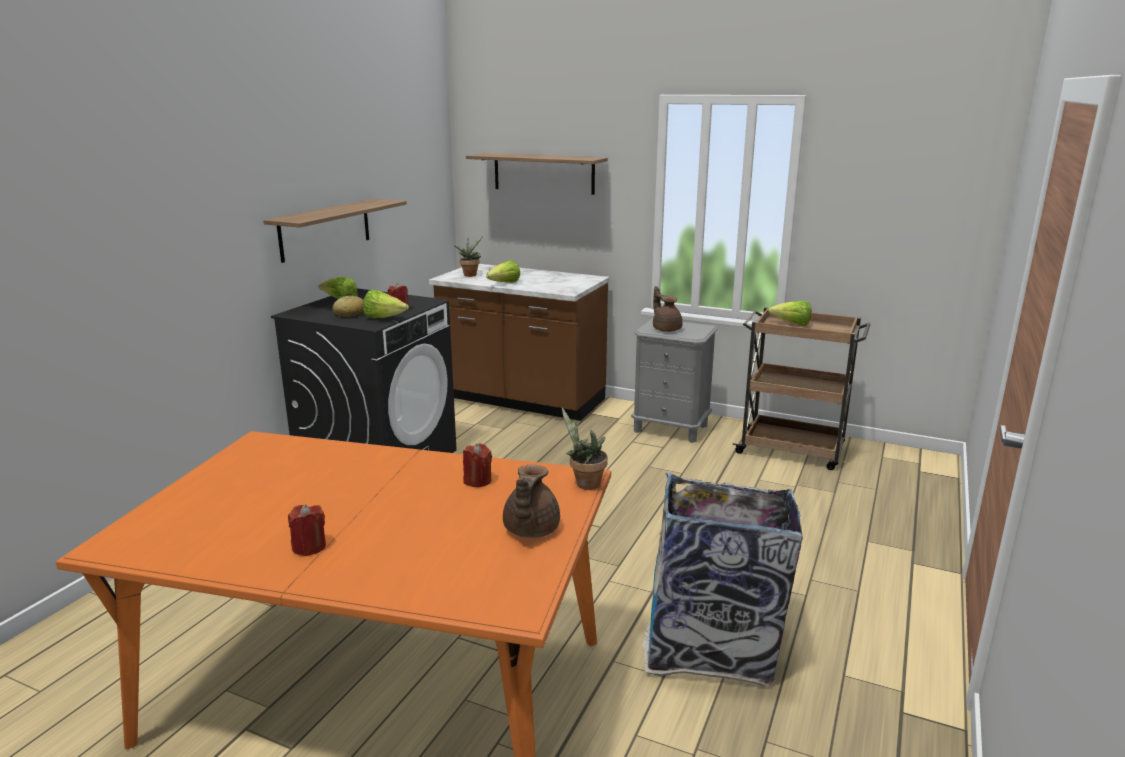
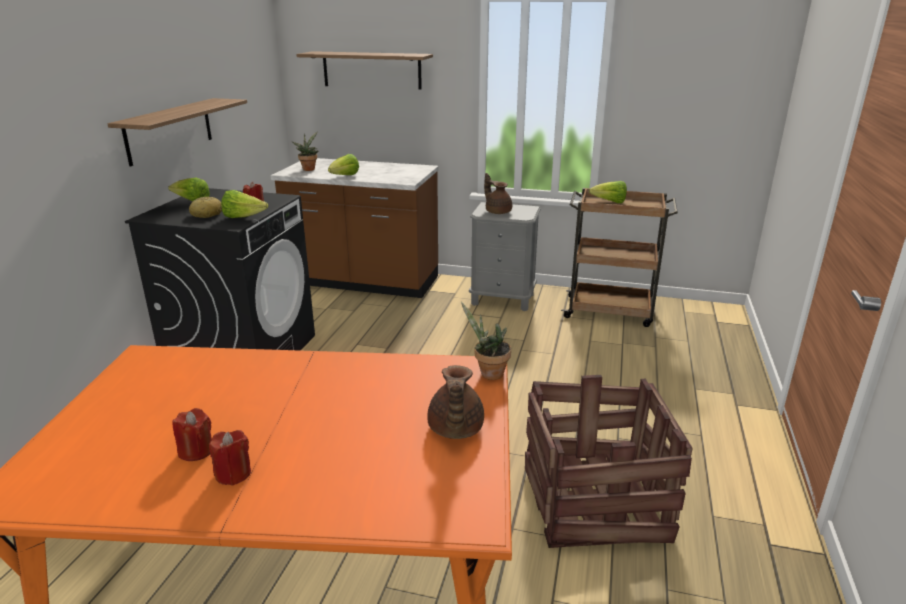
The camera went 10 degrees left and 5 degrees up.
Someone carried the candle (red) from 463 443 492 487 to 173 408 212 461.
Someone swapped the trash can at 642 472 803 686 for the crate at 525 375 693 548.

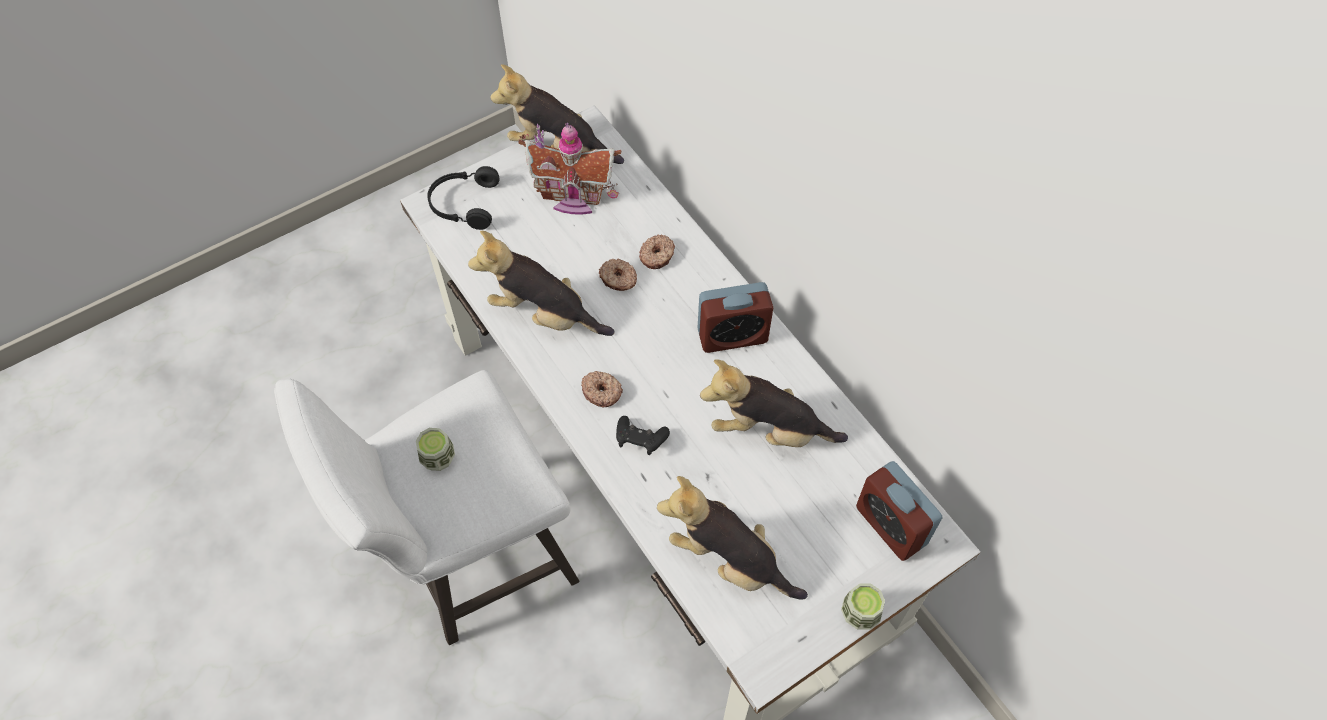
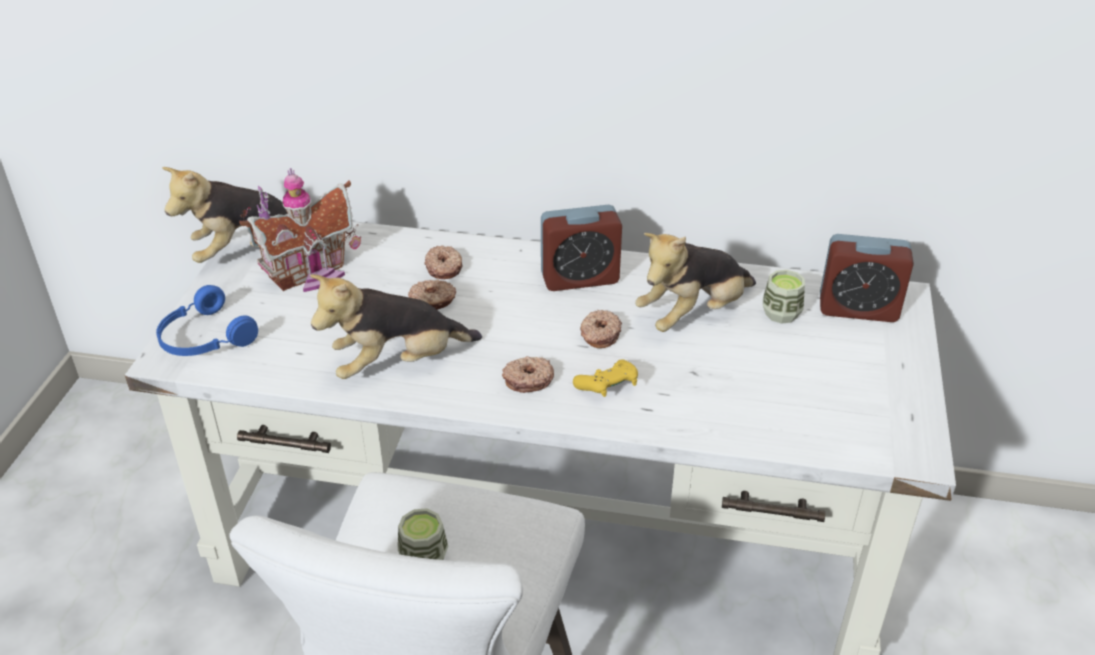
The camera went 45 degrees left and 20 degrees down.
Someone took away the plush toy at 657 476 808 600.
Someone put down the donut at 580 310 622 348.
Someone carried the cup from 841 583 885 630 to 763 270 805 324.
Someone repainted the headphones (black) at 427 166 500 230, which became the headphones (blue) at 156 285 258 356.
Someone repainted the game controller (black) at 616 416 670 455, which became the game controller (yellow) at 573 359 638 397.
Someone rotated the alarm clock at 697 282 773 353 by 45 degrees clockwise.

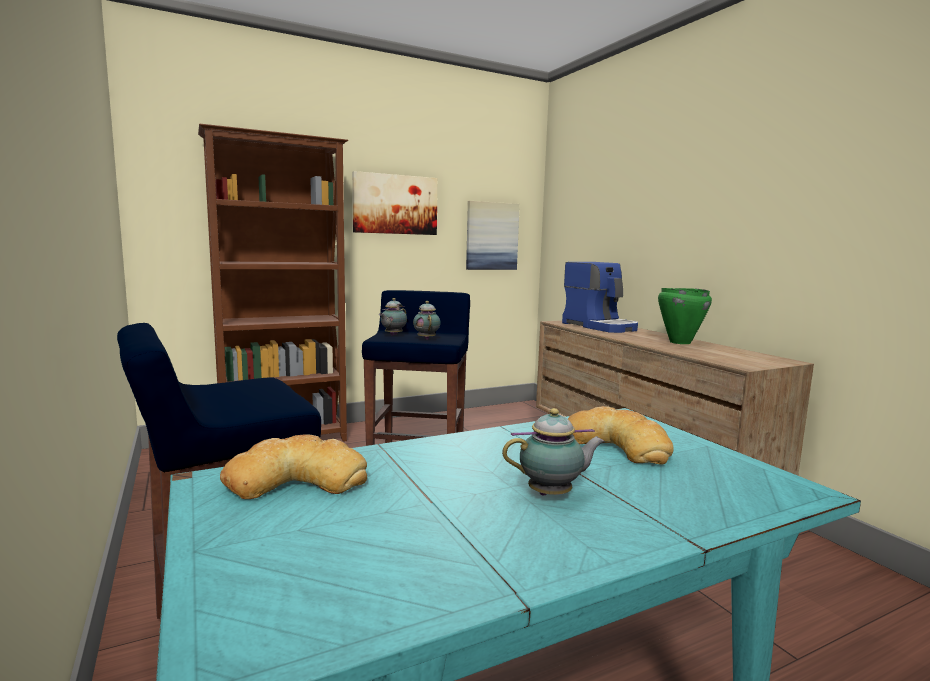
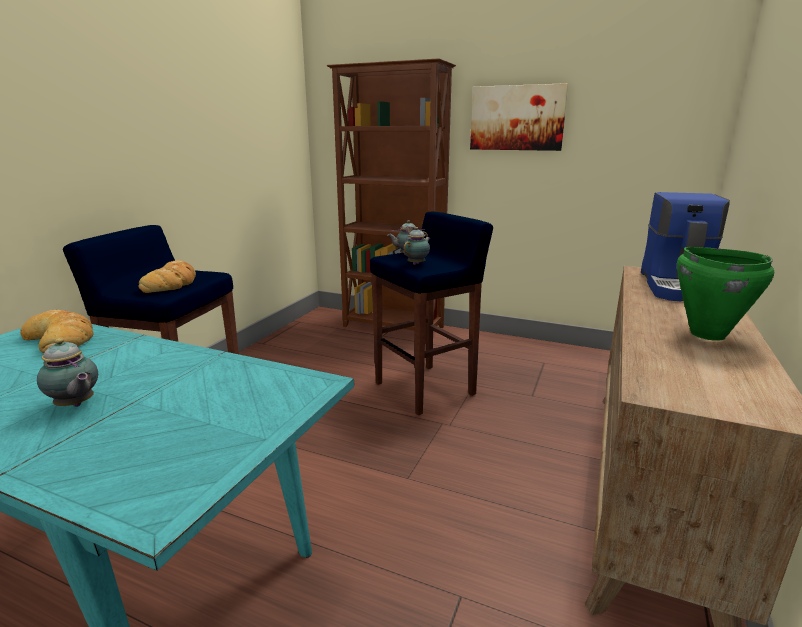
The camera went 50 degrees right and 10 degrees up.
Someone took away the picture at 466 201 520 270.
Someone carried the bread from 568 406 674 465 to 138 260 196 293.

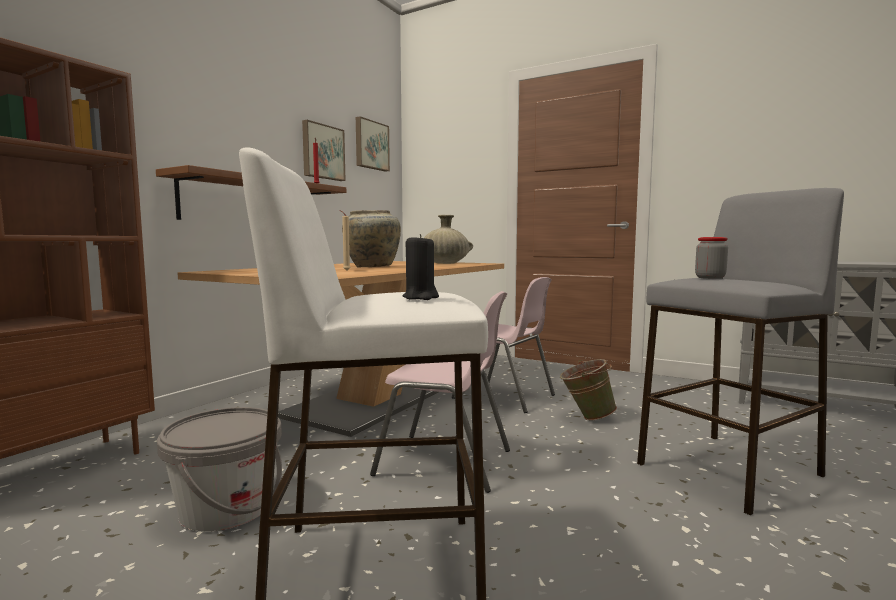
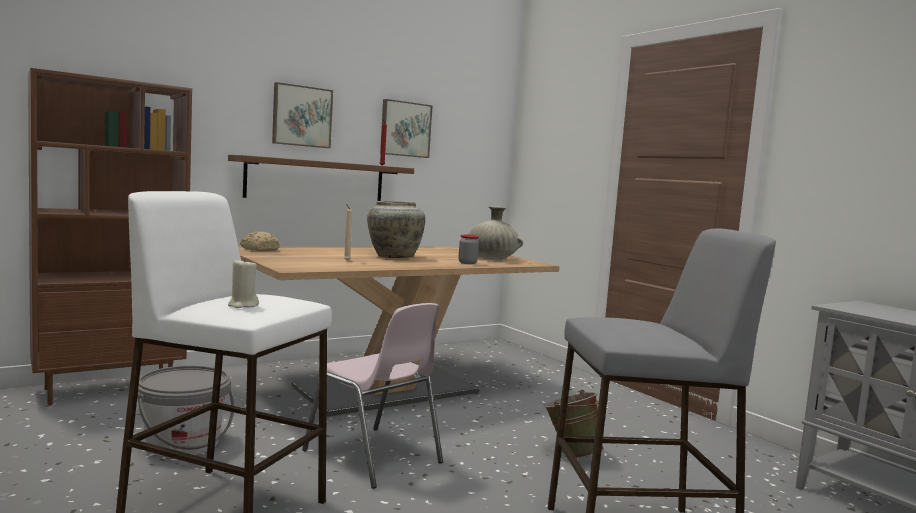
The camera went 25 degrees right and 0 degrees up.
Someone took away the chair (pink) at 452 277 555 413.
Someone put down the bread at 240 231 280 251.
Someone carried the picture from 356 116 390 172 to 272 82 333 148.
Someone carried the jar from 695 237 728 279 to 458 235 479 264.
Someone repainted the candle (black) at 402 234 439 300, which became the candle (beige) at 228 258 259 308.

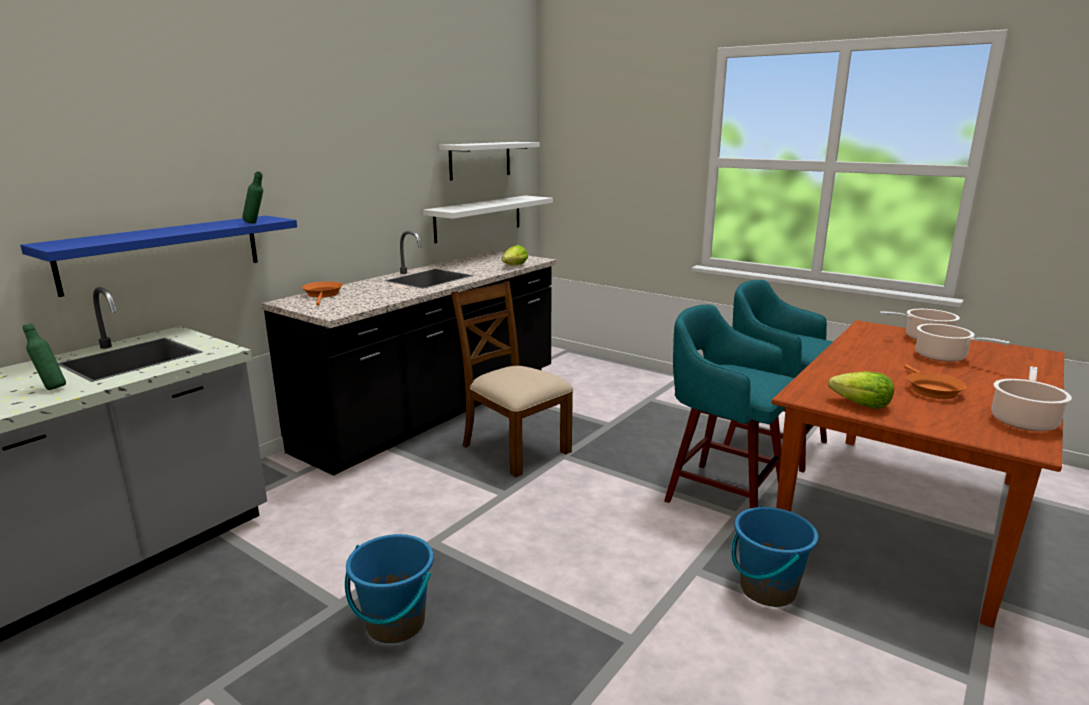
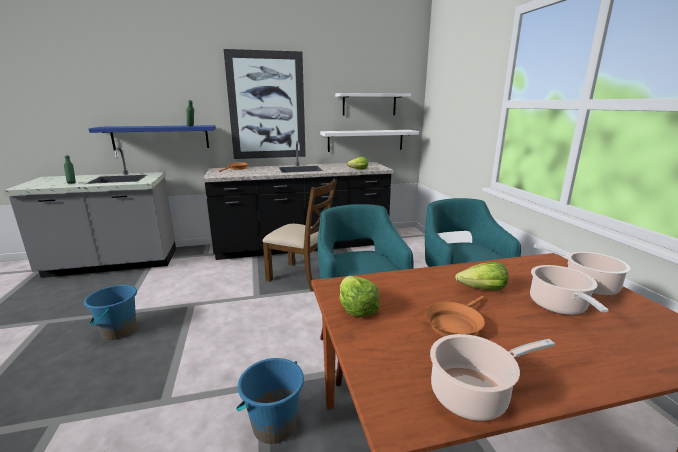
The camera went 40 degrees right and 0 degrees up.
Someone put up the picture at 224 49 306 159.
Someone put down the lettuce at 455 262 509 290.
Someone rotated the chair (brown) at 451 281 573 477 by 120 degrees clockwise.

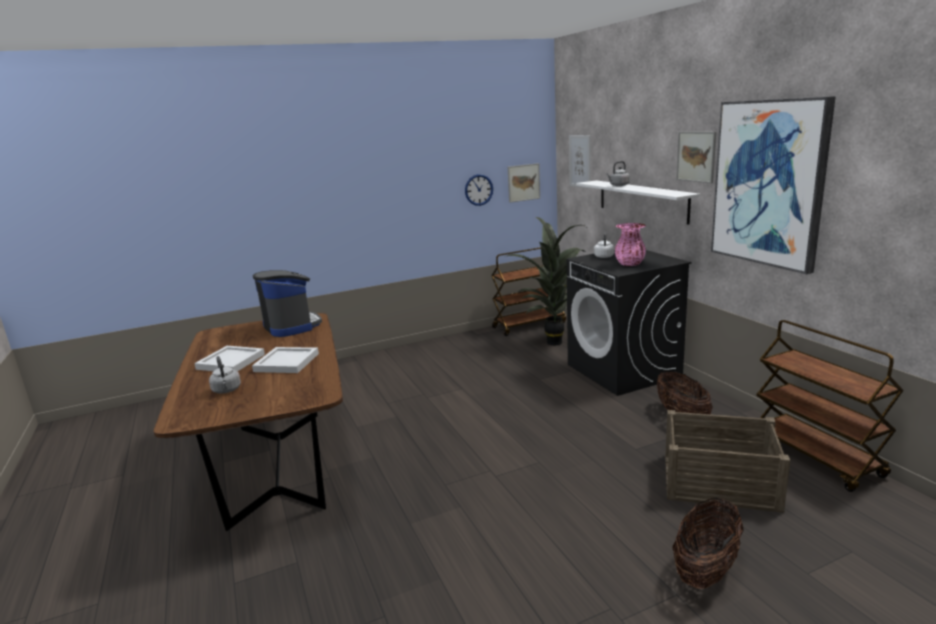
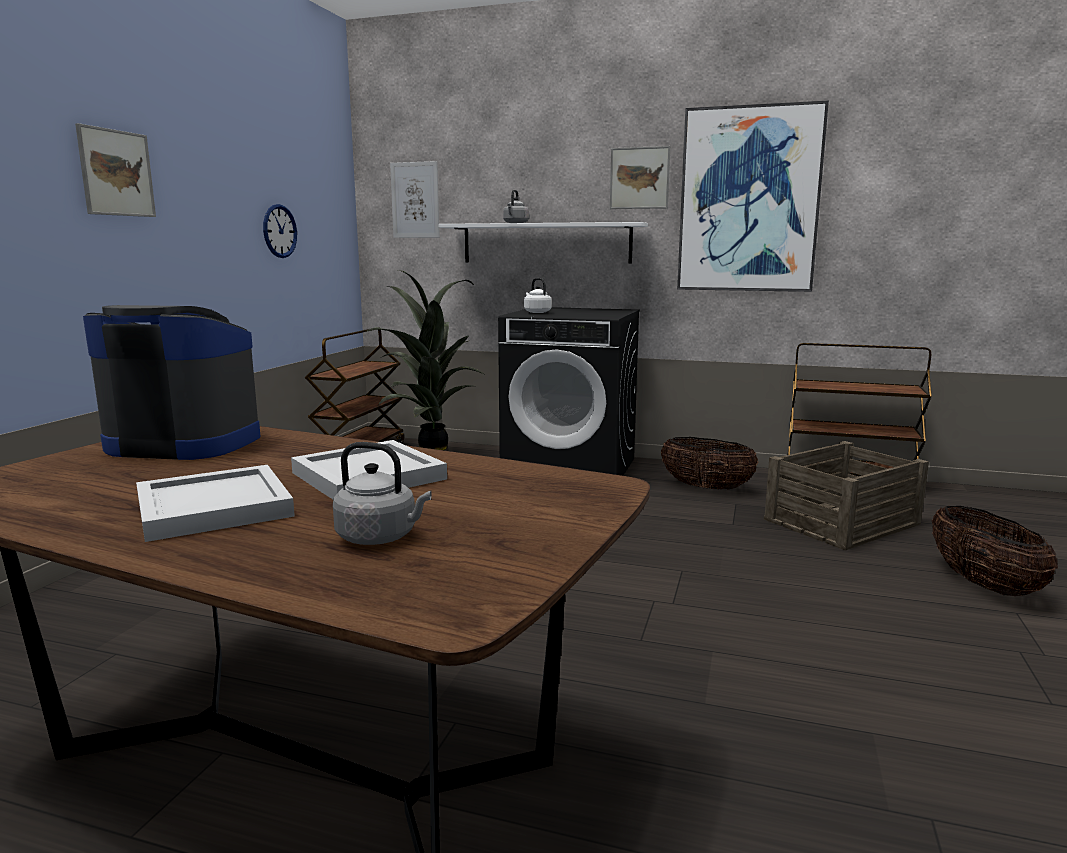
The camera went 50 degrees left and 5 degrees down.
Someone took away the vase (pink) at 615 223 646 266.
Someone carried the picture from 508 163 540 203 to 75 123 156 217.

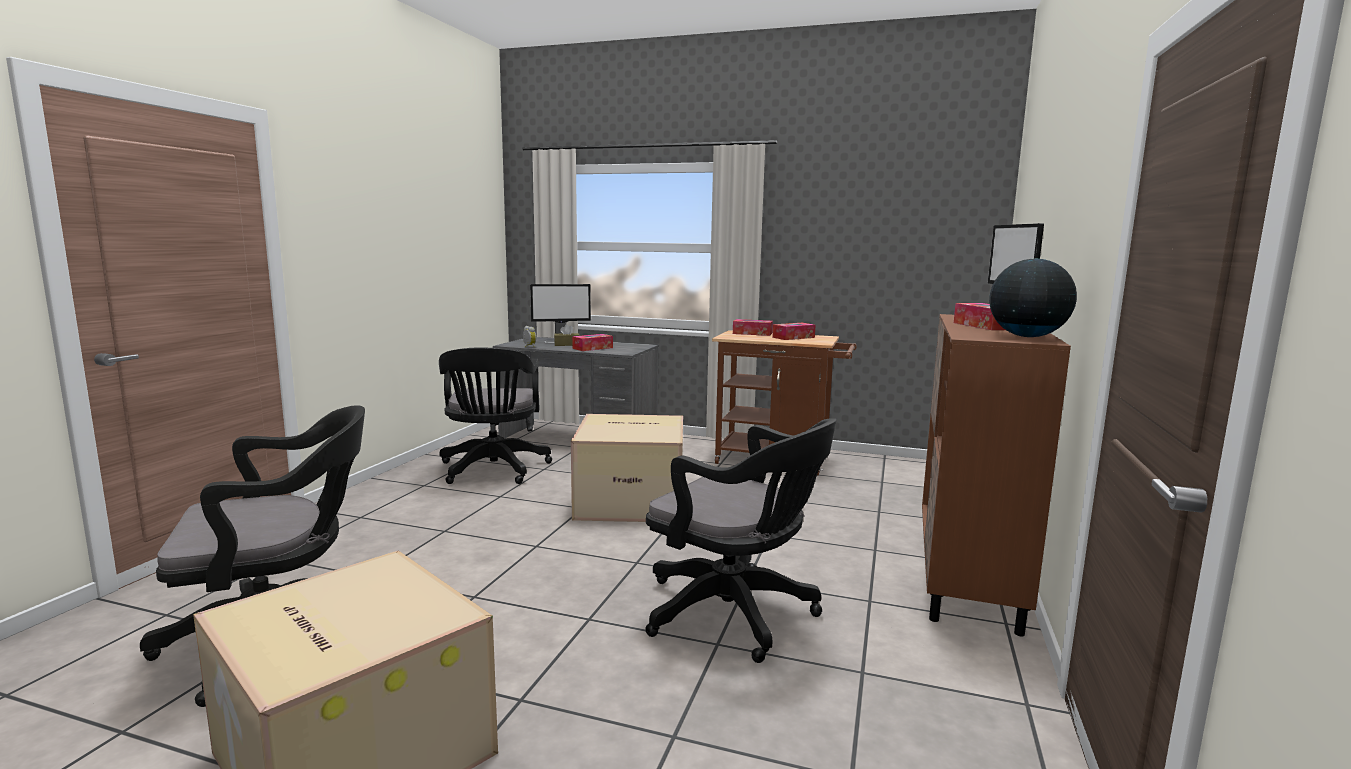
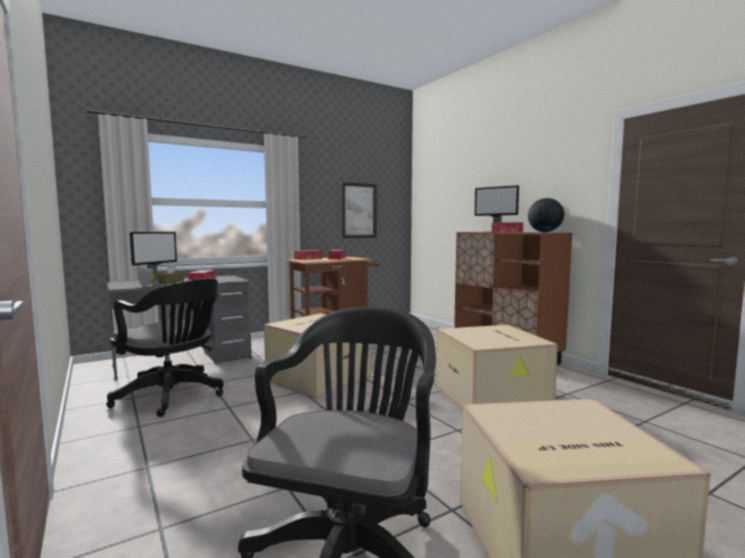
The camera went 50 degrees left and 5 degrees down.
Someone put up the picture at 342 182 377 238.
Someone swapped the office chair (black) at 645 418 837 663 for the cardboard box at 436 325 558 410.

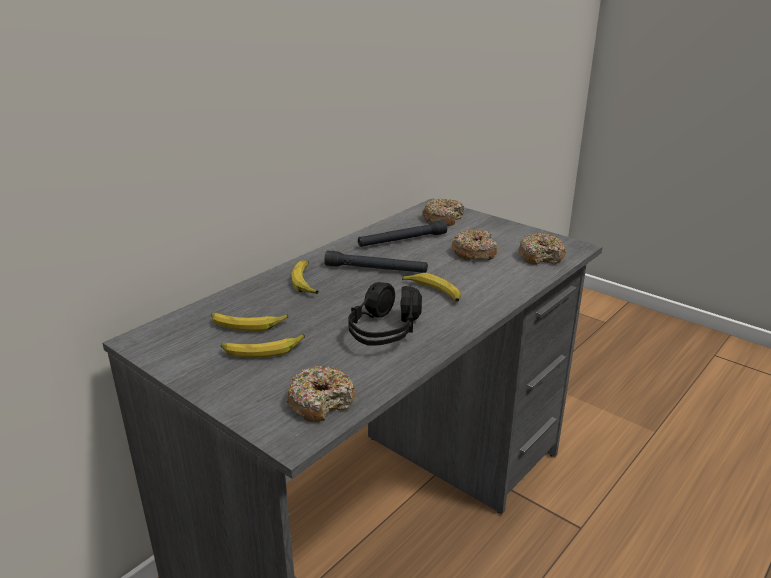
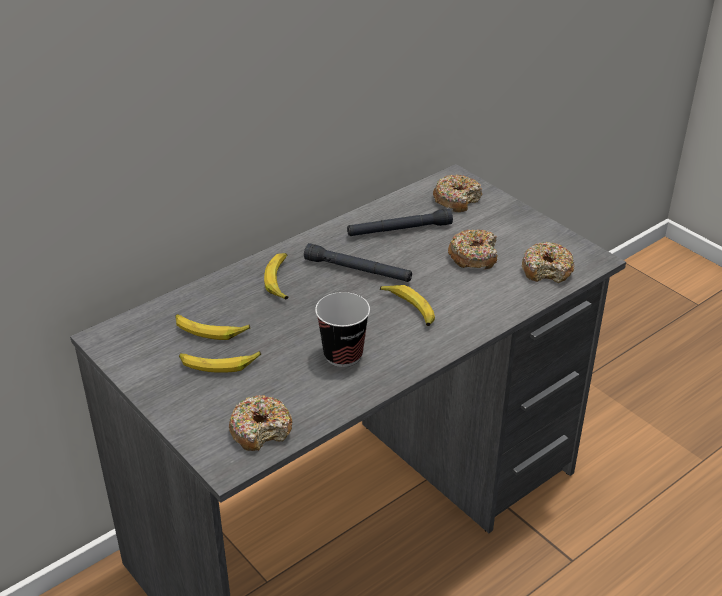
The camera went 10 degrees right and 10 degrees up.
Someone swapped the headphones (black) at 348 282 422 346 for the cup at 315 292 370 367.

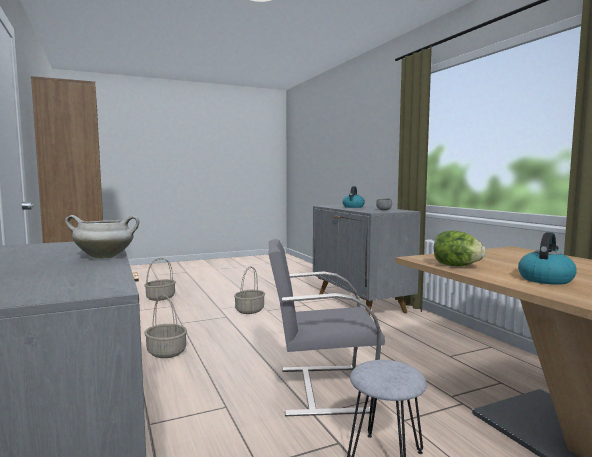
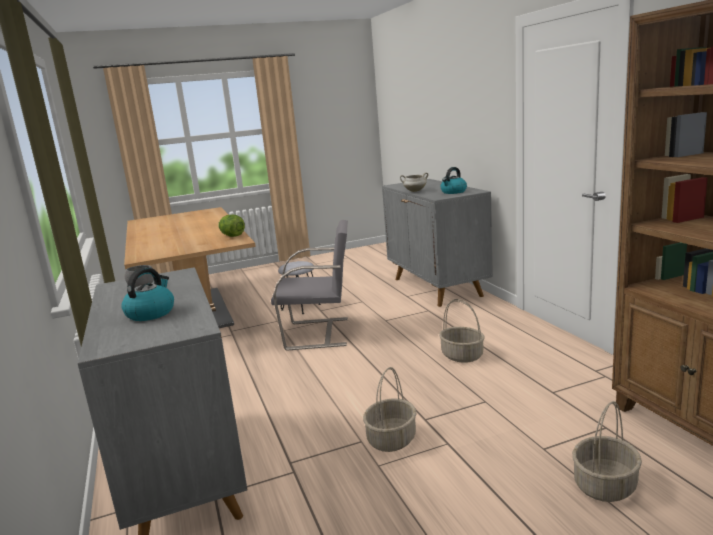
The camera went 175 degrees left and 10 degrees up.
Someone carried the kettle from 518 232 577 285 to 441 167 467 194.

